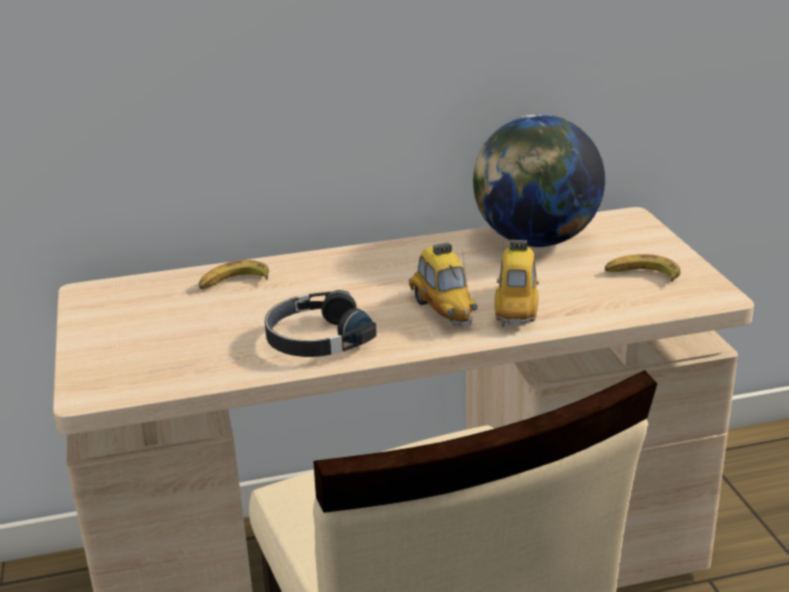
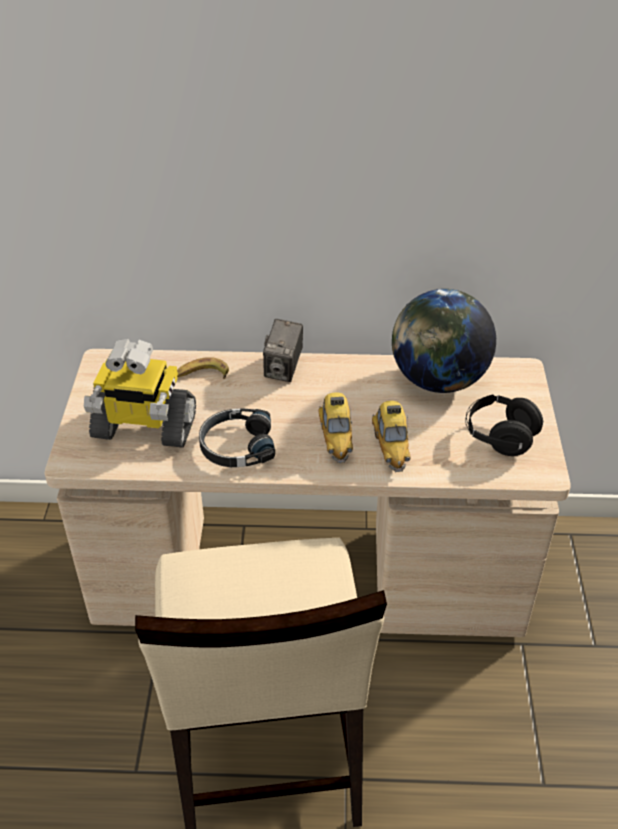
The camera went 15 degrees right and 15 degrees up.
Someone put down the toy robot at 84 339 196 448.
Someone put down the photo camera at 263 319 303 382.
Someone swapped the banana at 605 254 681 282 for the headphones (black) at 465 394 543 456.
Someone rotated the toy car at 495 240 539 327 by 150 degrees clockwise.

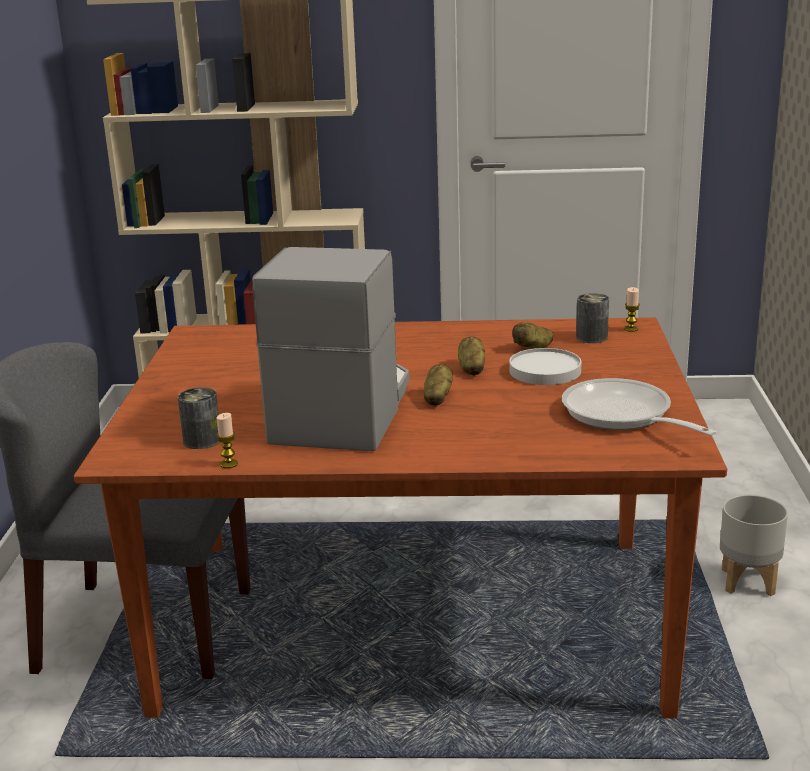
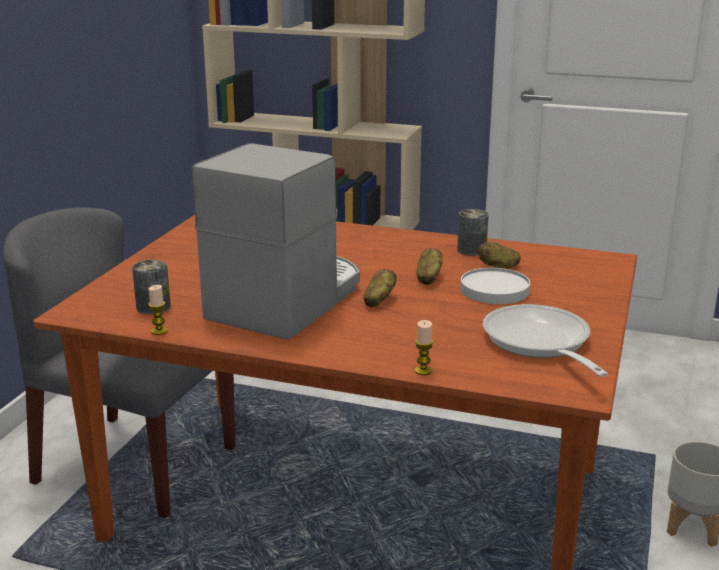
The camera went 15 degrees right and 0 degrees up.
Someone carried the can from 576 293 609 343 to 457 209 489 256.
Someone carried the candle from 624 287 640 332 to 415 320 433 375.

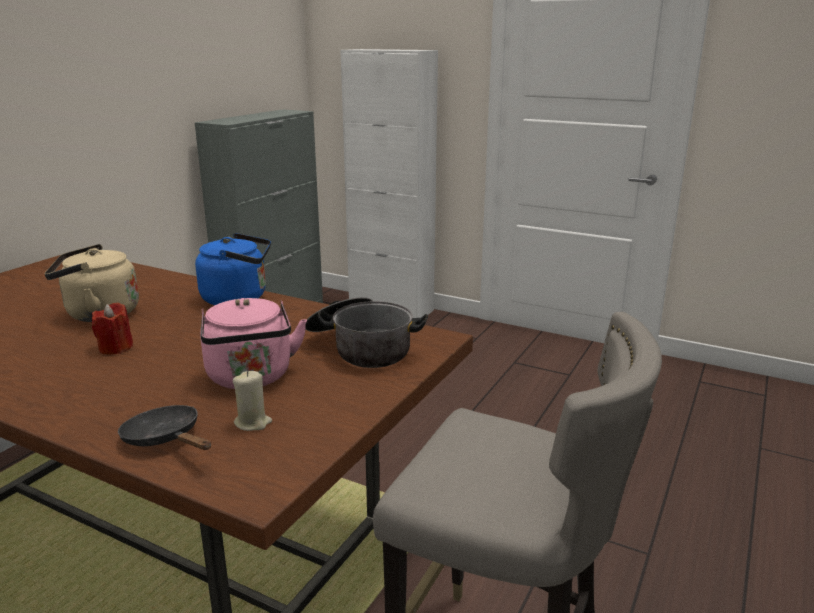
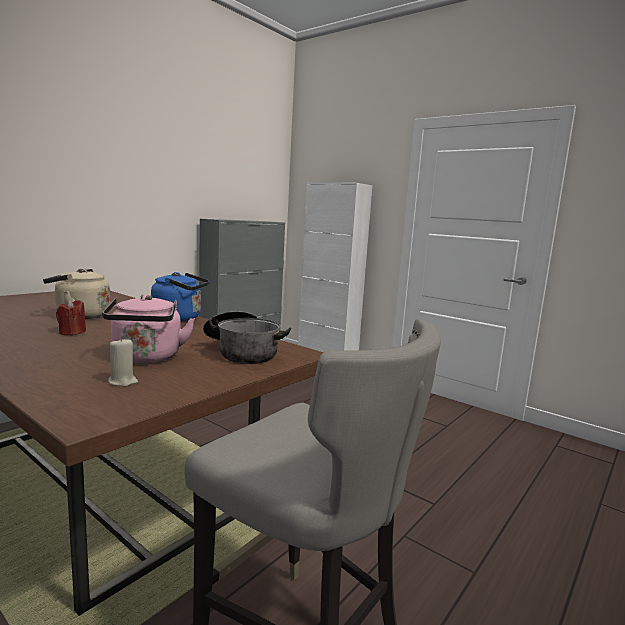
The camera went 10 degrees right and 10 degrees down.
Someone took away the frying pan (black) at 118 405 211 450.

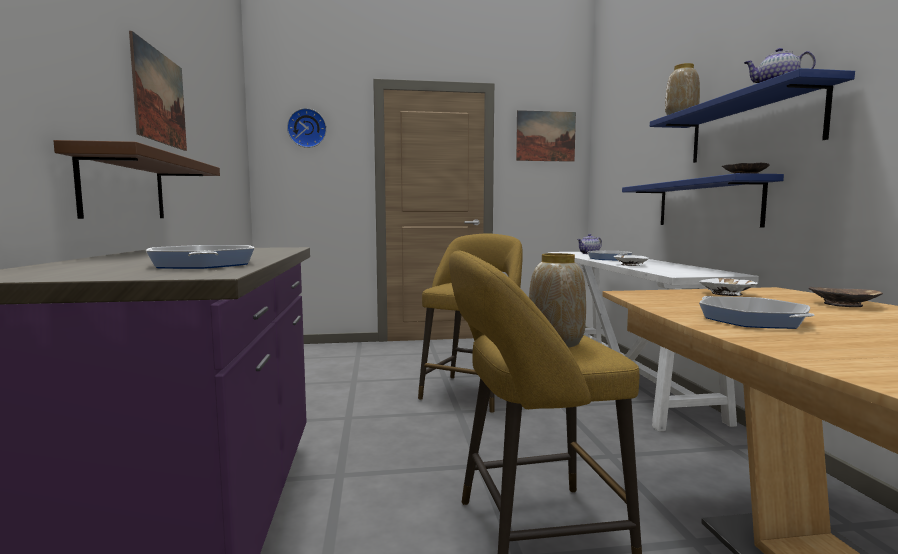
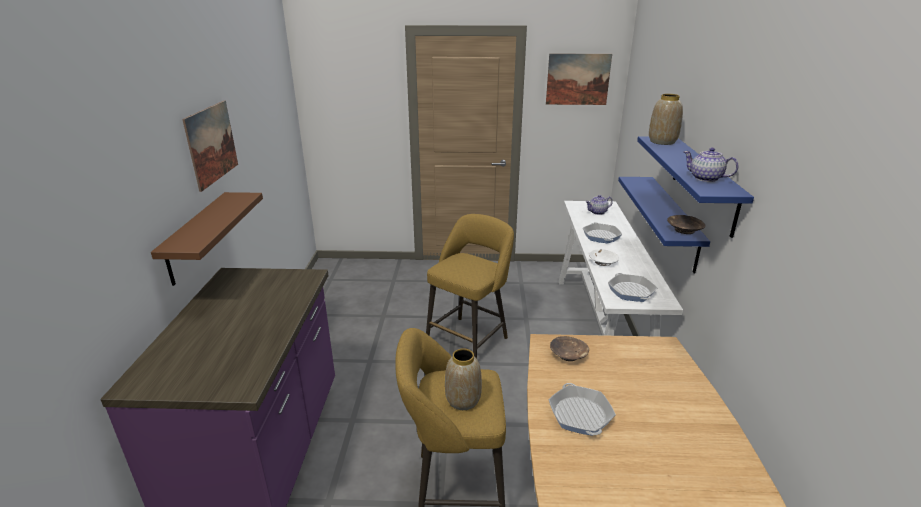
The camera went 10 degrees right and 20 degrees up.
Someone took away the wall clock at 287 108 327 148.
Someone took away the bowl (white) at 699 278 758 296.
Someone carried the frying pan from 146 245 254 269 to 608 273 657 302.
Someone carried the bowl (brown) from 809 287 883 307 to 550 336 589 361.

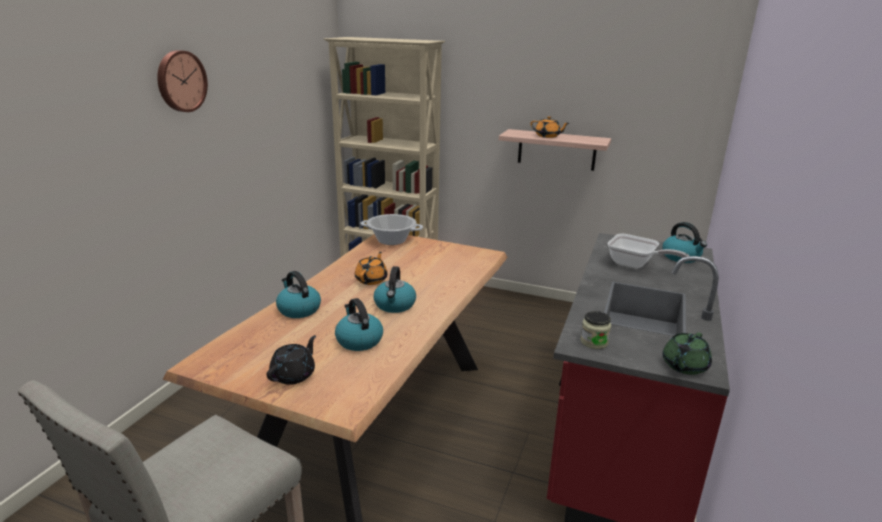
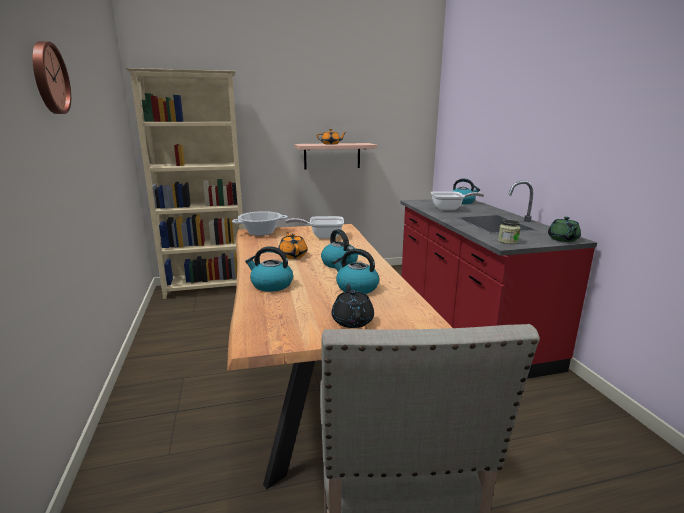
The camera went 35 degrees left and 5 degrees down.
Someone put down the frying pan at 285 216 344 239.

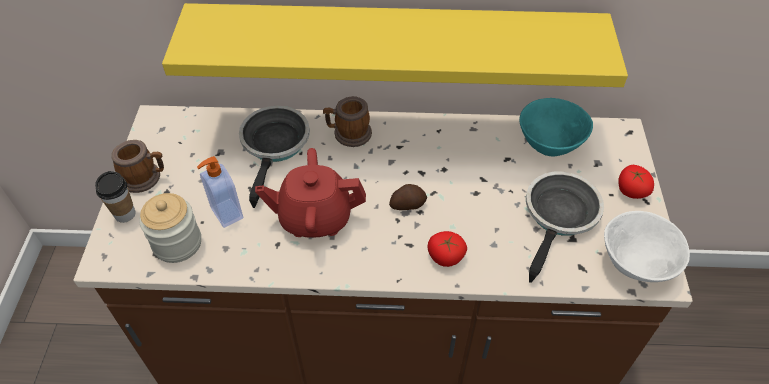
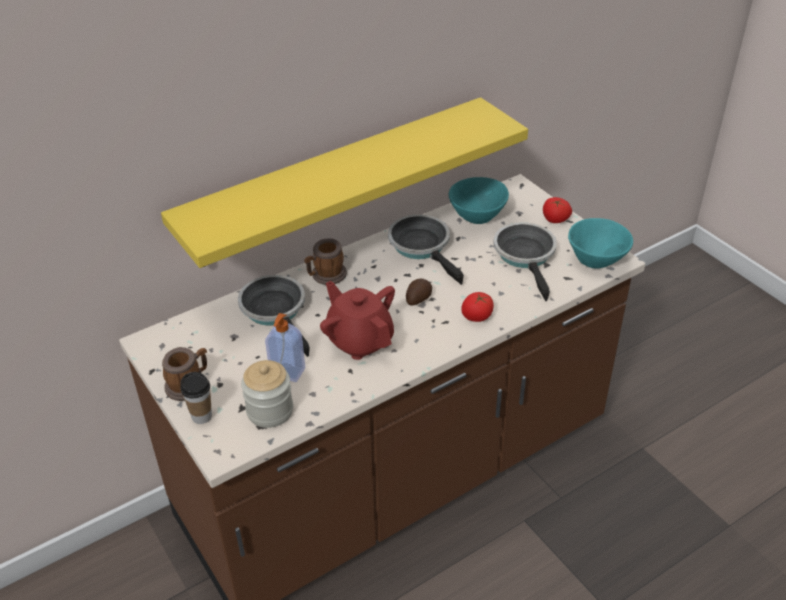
The camera went 35 degrees left and 10 degrees down.
Someone put down the frying pan at 388 214 464 285.
Someone repainted the bowl (white) at 604 211 690 282, which became the bowl (turquoise) at 568 218 633 268.
Someone rotated the teapot (red) at 255 148 366 238 by 90 degrees clockwise.

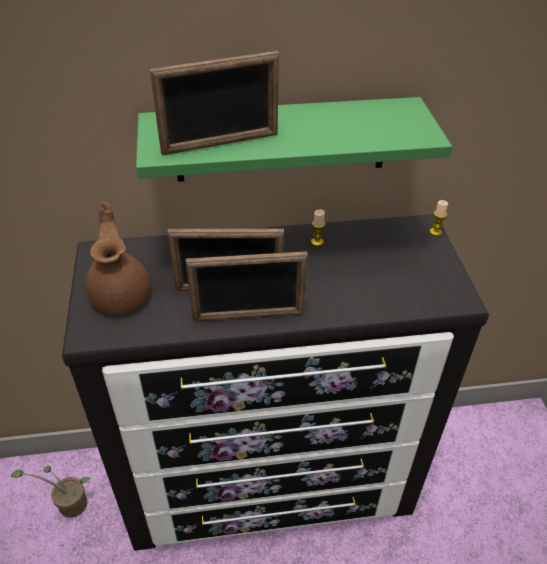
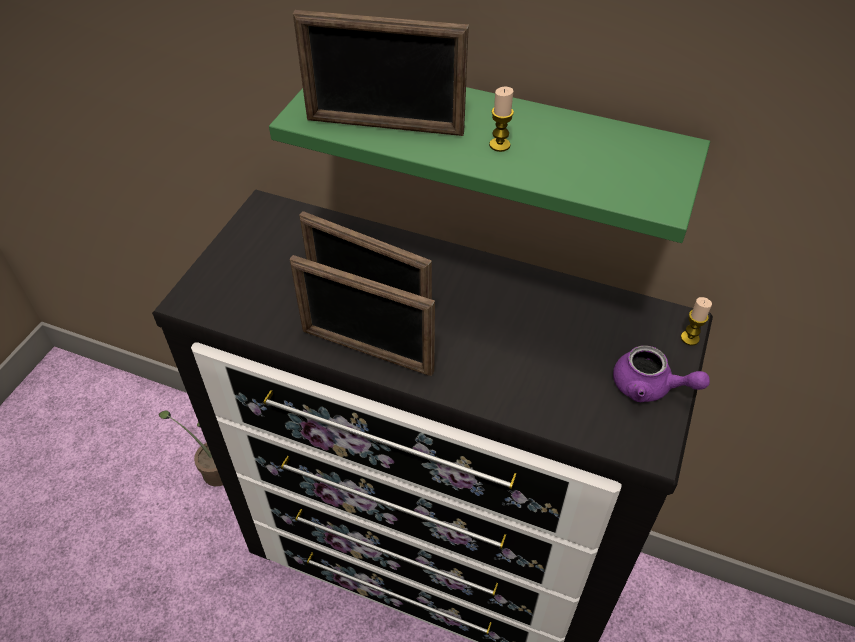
The camera went 30 degrees right and 5 degrees up.
Someone took away the teapot (brown) at 85 202 150 314.
Someone put down the teapot (purple) at 613 345 710 402.
Someone carried the candle from 311 209 325 246 to 489 87 514 152.

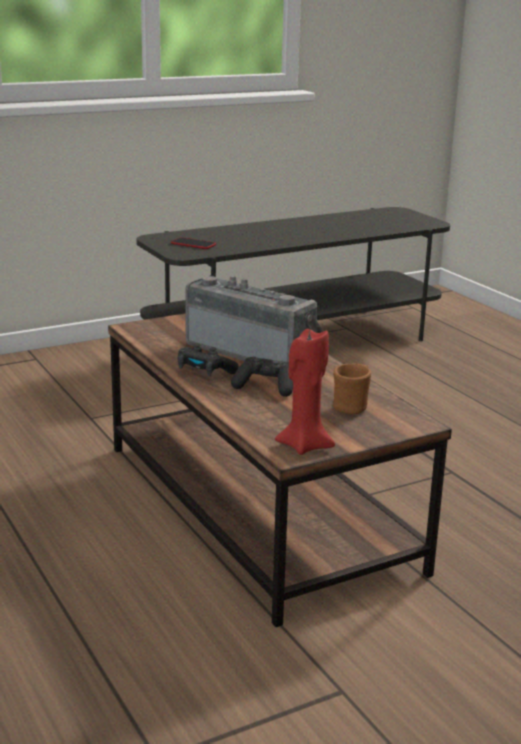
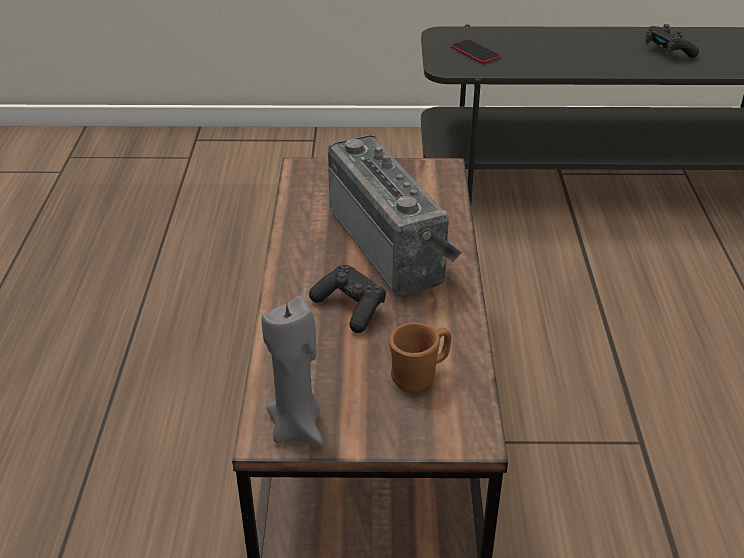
The camera went 30 degrees right and 15 degrees up.
Someone carried the game controller (black) from 178 343 239 376 to 645 24 699 58.
Someone repainted the candle (red) at 275 327 335 455, which became the candle (grey) at 262 296 323 445.

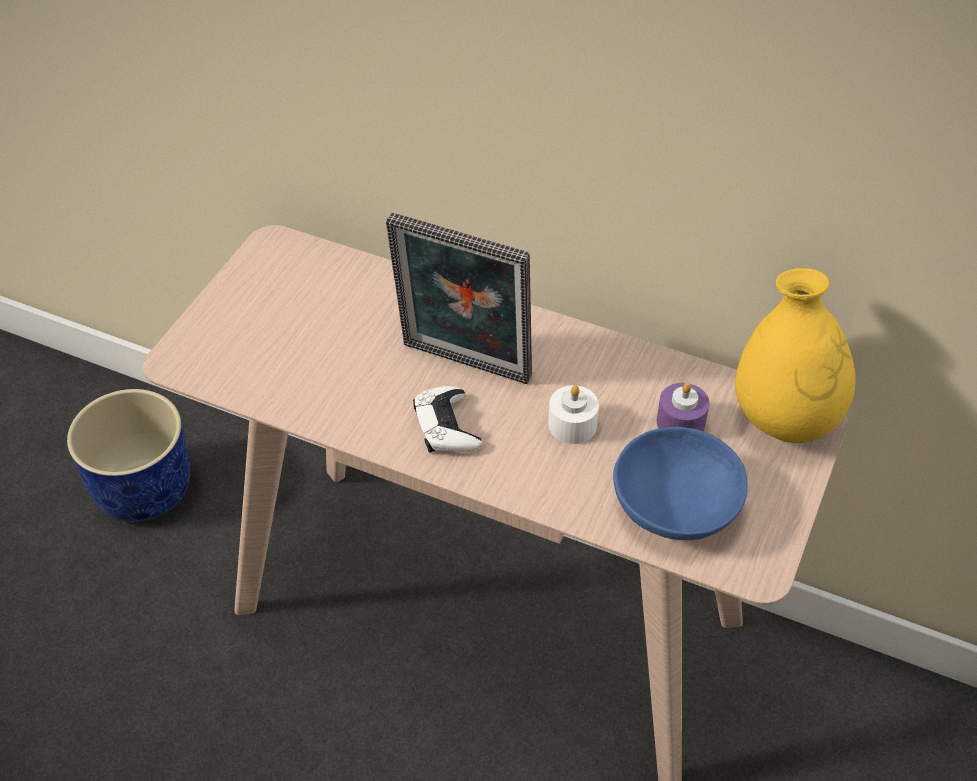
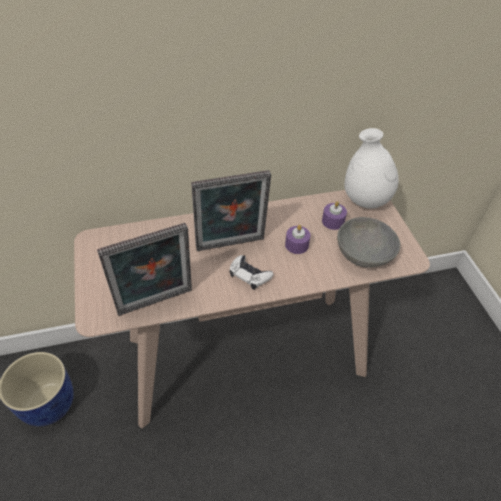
The camera went 40 degrees left and 0 degrees up.
Someone put down the picture frame at 97 223 192 316.
Someone repainted the candle (white) at 548 385 599 444, which became the candle (purple) at 285 225 311 254.
Someone repainted the bowl (blue) at 613 427 748 540, which became the bowl (grey) at 337 217 400 268.
Someone repainted the vase (yellow) at 735 268 856 443, which became the vase (white) at 344 128 399 209.

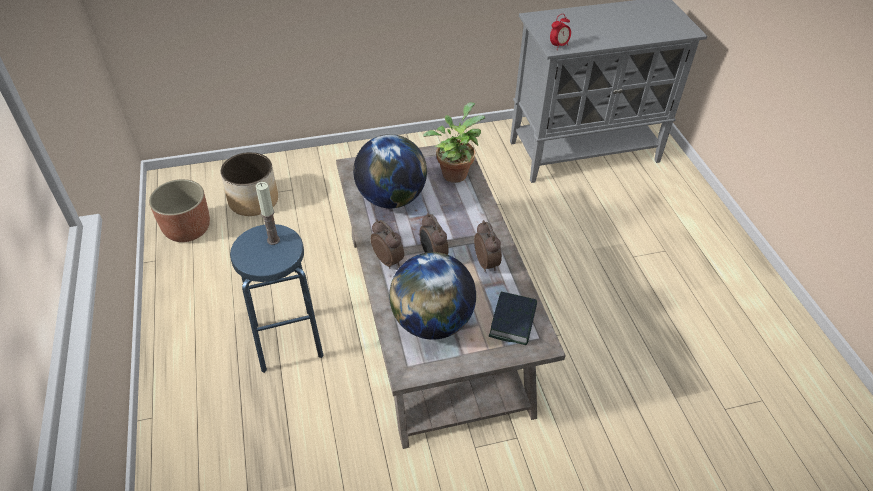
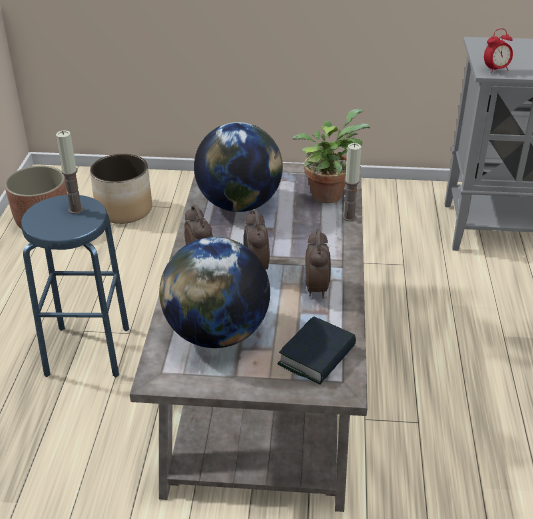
The camera went 20 degrees right and 10 degrees down.
Someone put down the candle at 342 143 361 221.

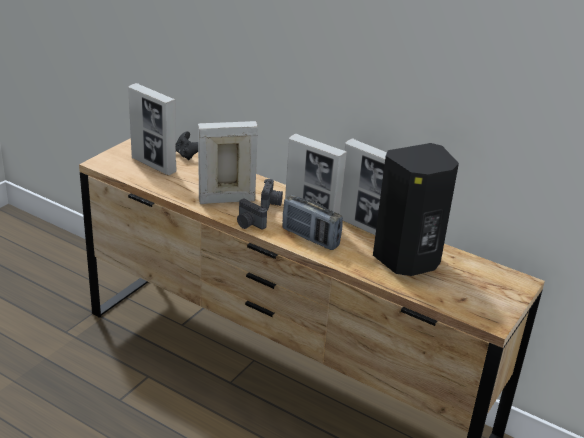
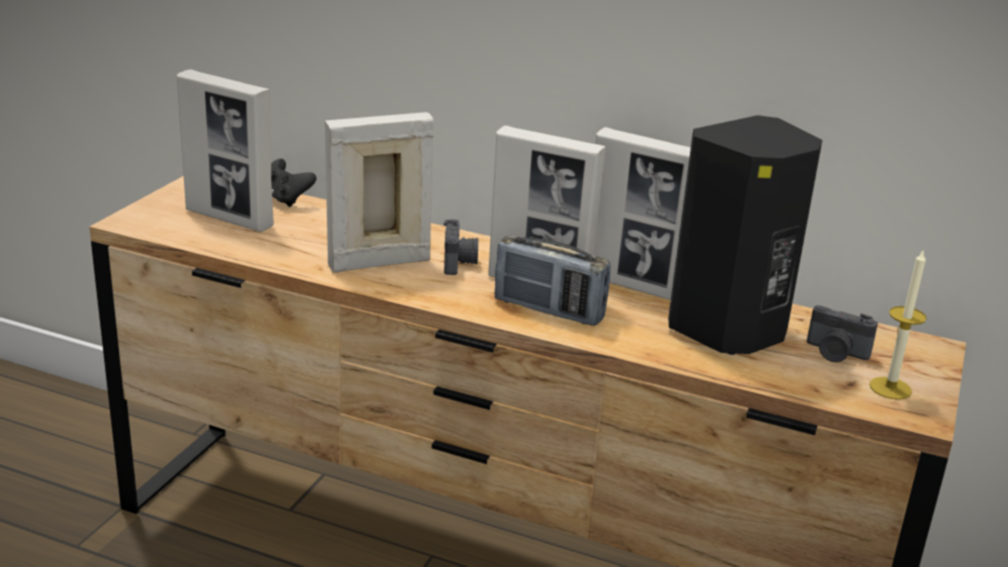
The camera went 10 degrees left and 5 degrees down.
Someone put down the candle at 870 249 927 400.
Someone carried the photo camera from 237 199 267 229 to 807 305 878 362.

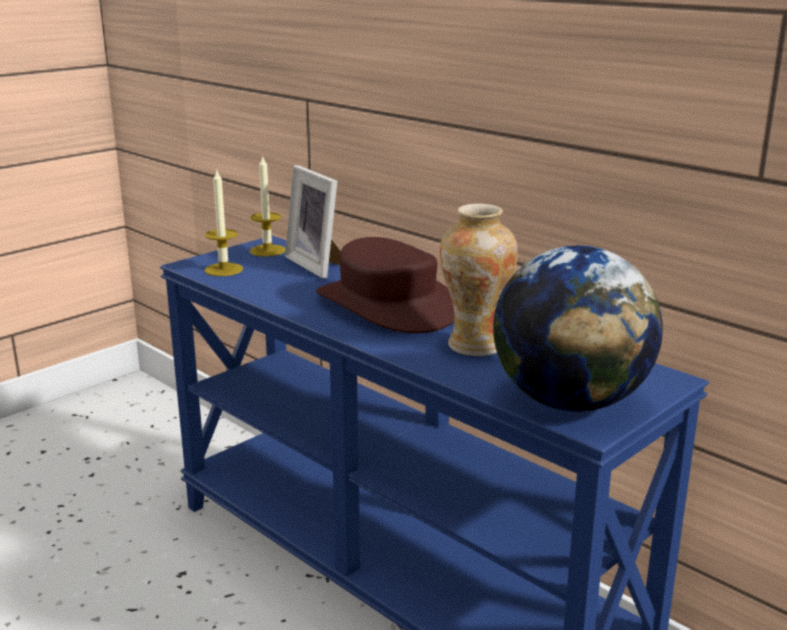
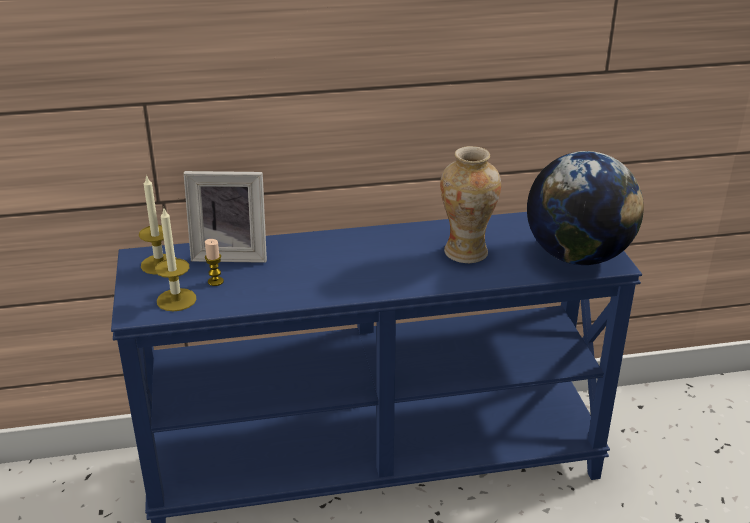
The camera went 55 degrees left and 10 degrees up.
Someone took away the hat (brown) at 316 237 455 333.
Someone put down the candle at 205 239 224 286.

